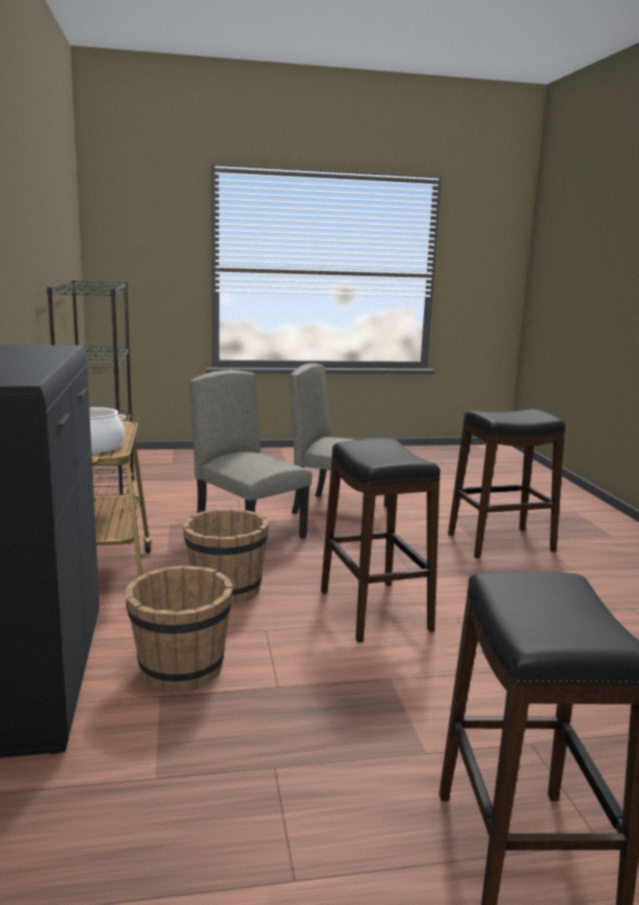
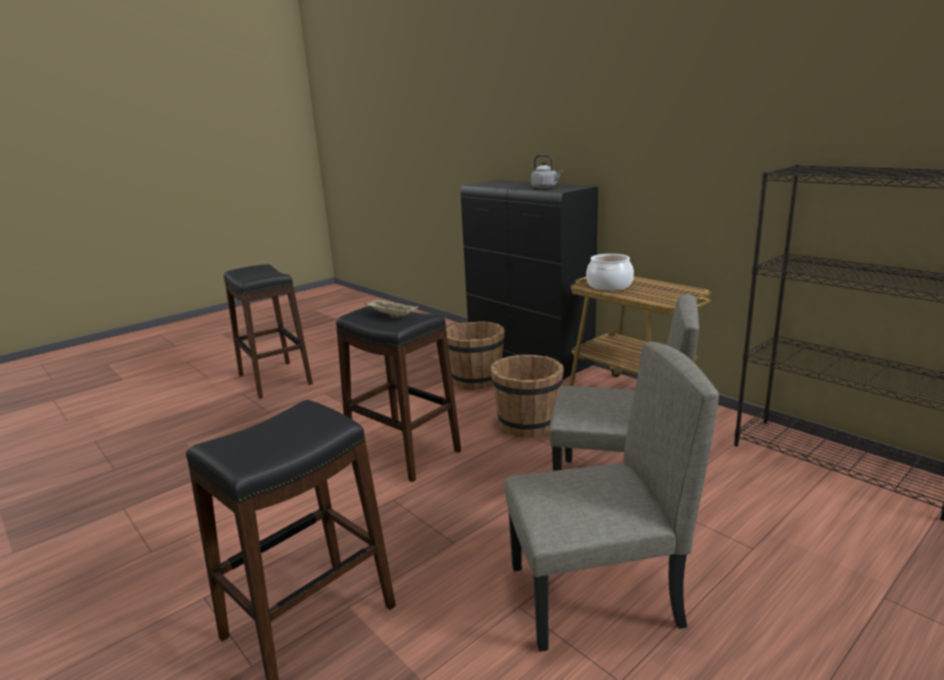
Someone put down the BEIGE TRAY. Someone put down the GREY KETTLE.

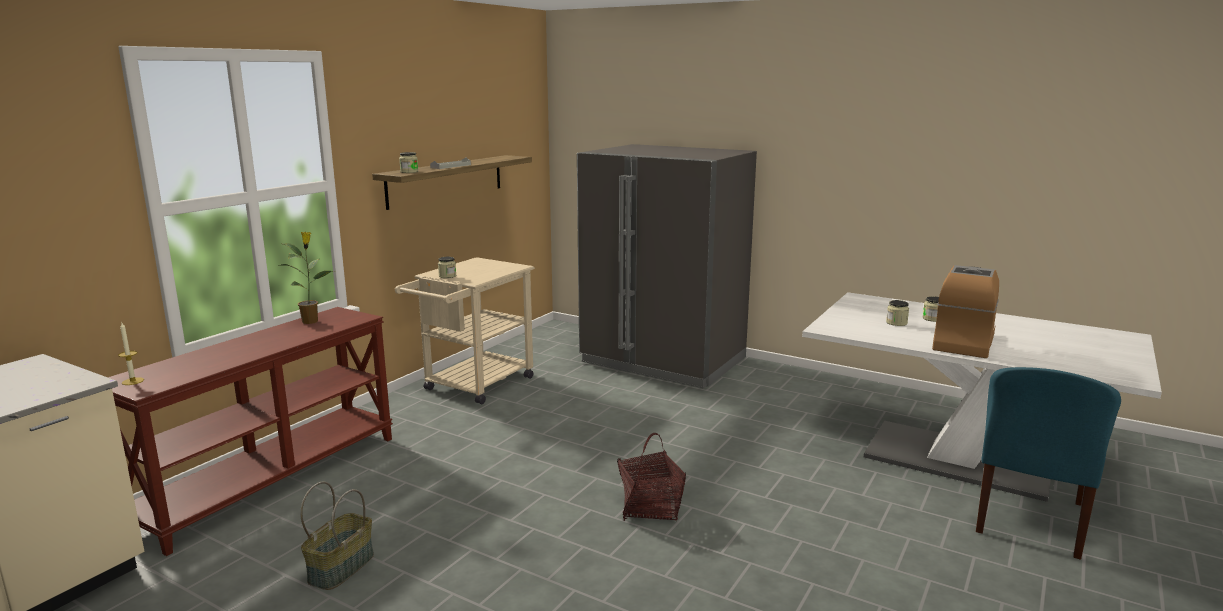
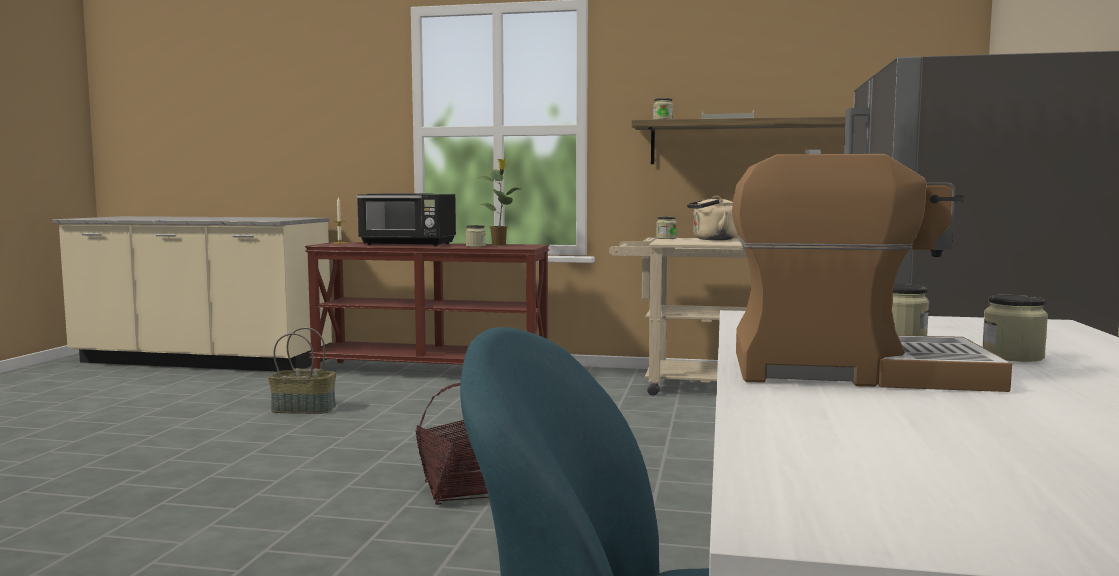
Someone put down the BLACK MICROWAVE. Someone put down the JAR (1st from left). Someone put down the BEIGE KETTLE.

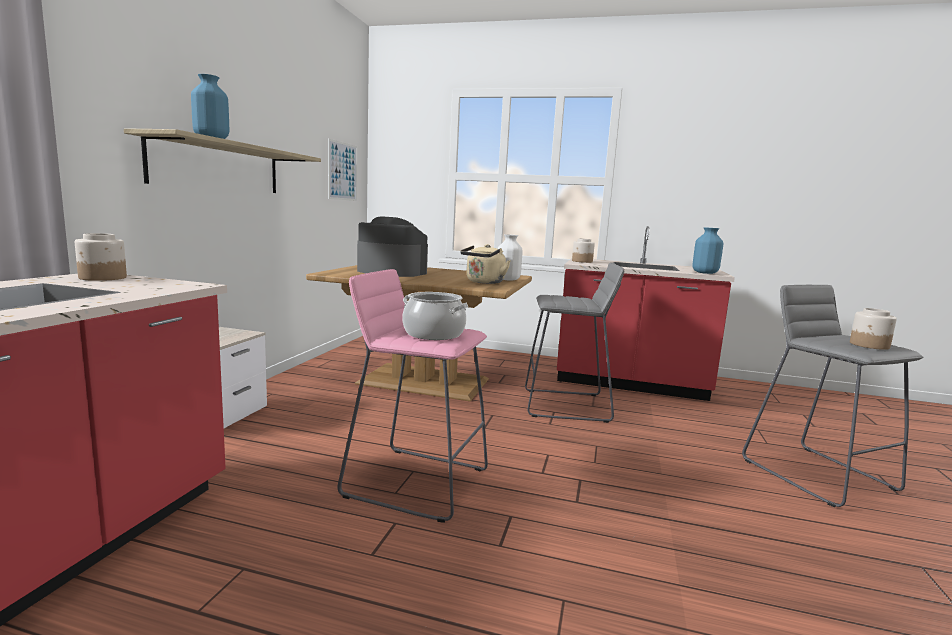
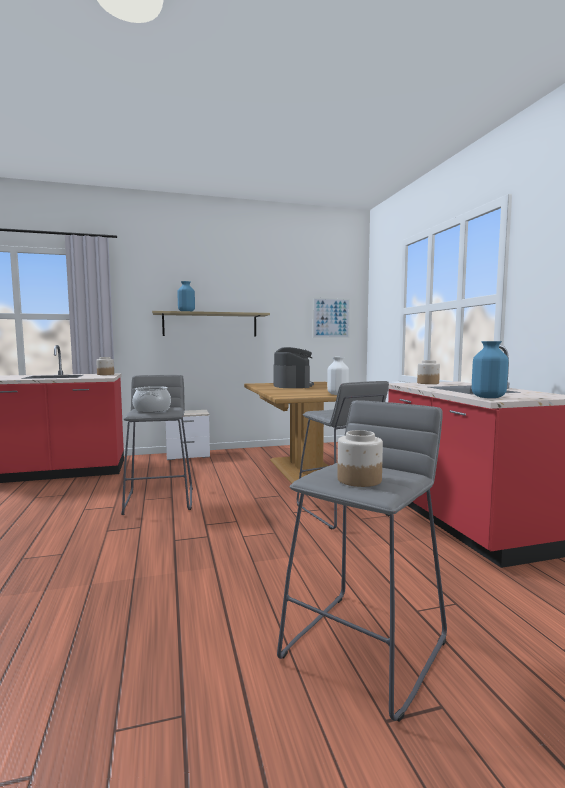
Someone repainted the PINK STOOL, which became the GREY STOOL (1st from left). Someone took away the BEIGE KETTLE.

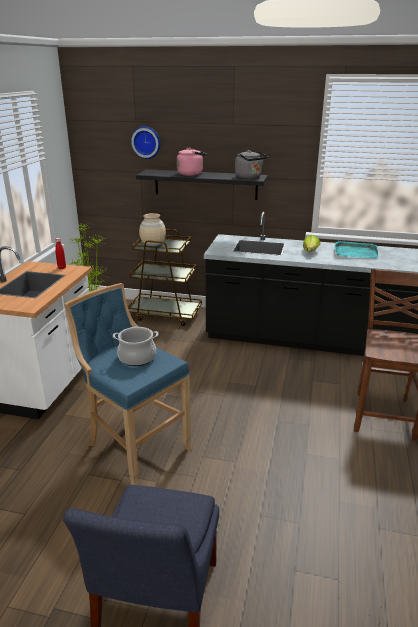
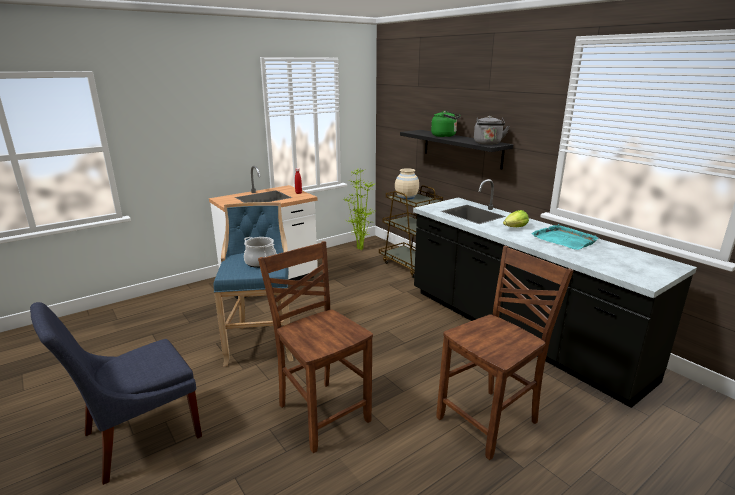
Someone put down the BROWN CHAIR (1st from left). Someone repainted the PINK KETTLE, which became the GREEN KETTLE. Someone took away the WALL CLOCK.

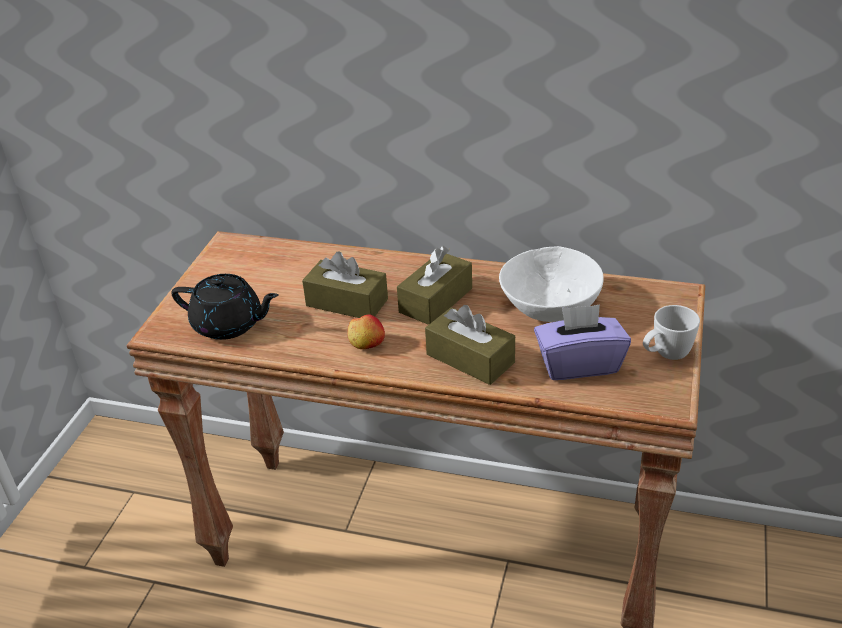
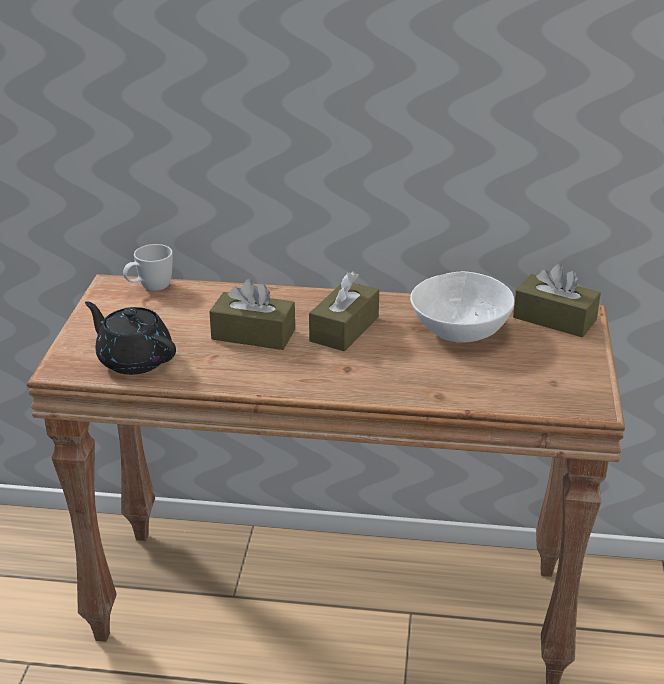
Someone rotated the BLACK TEAPOT by 150 degrees counterclockwise. Someone carried the WHITE MUG. Someone carried the BROWN TISSUE BOX (3rd from left). Someone took away the APPLE. Someone took away the PURPLE TISSUE BOX.

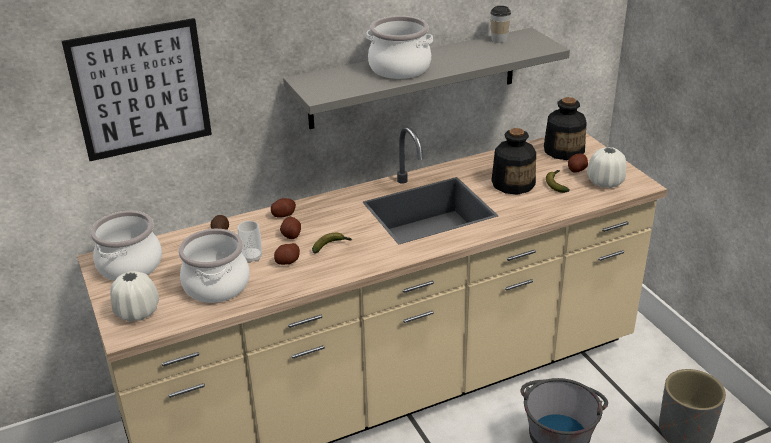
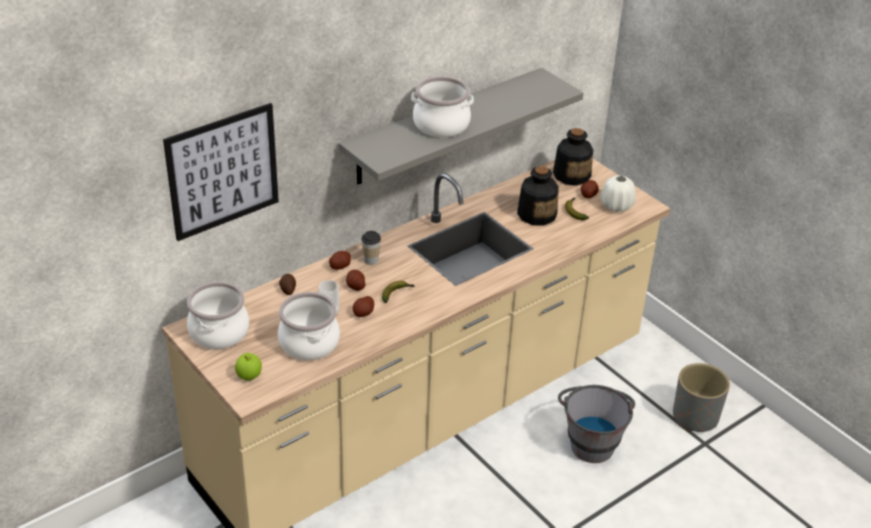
Someone swapped the WHITE VASE (1st from left) for the APPLE. Someone carried the CUP (2nd from left).

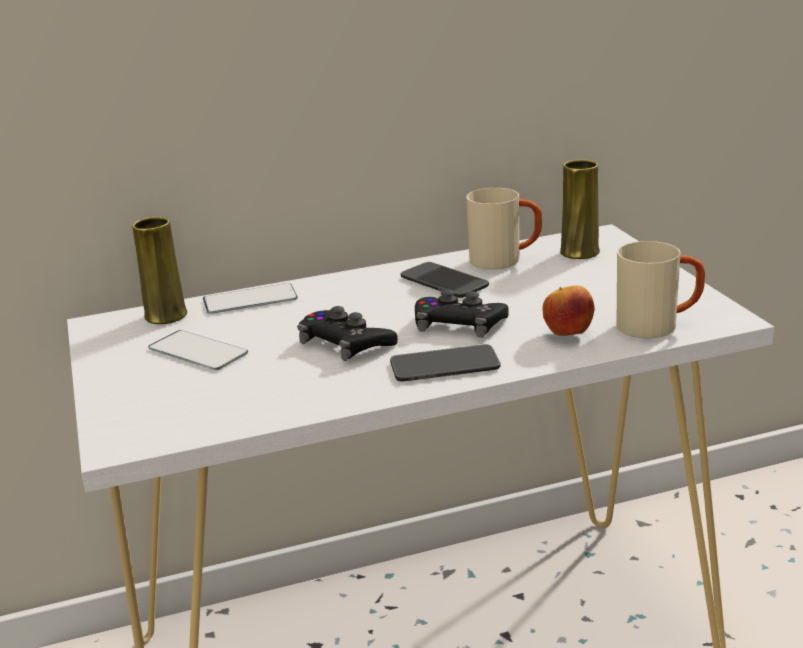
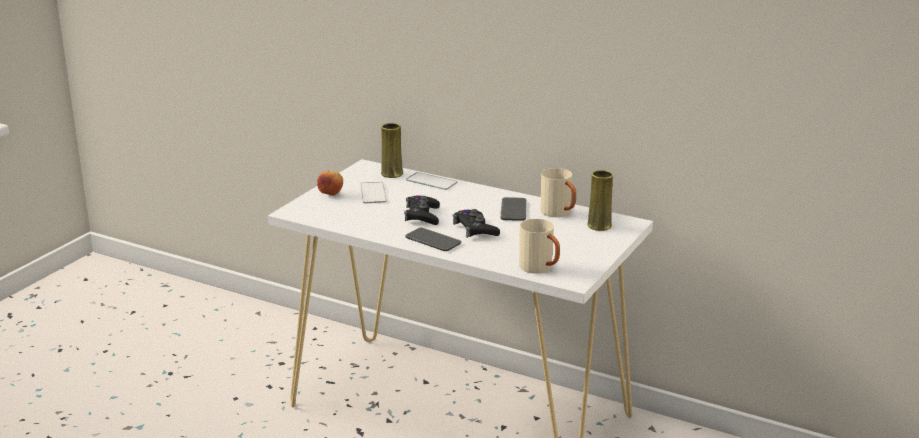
Someone carried the APPLE.

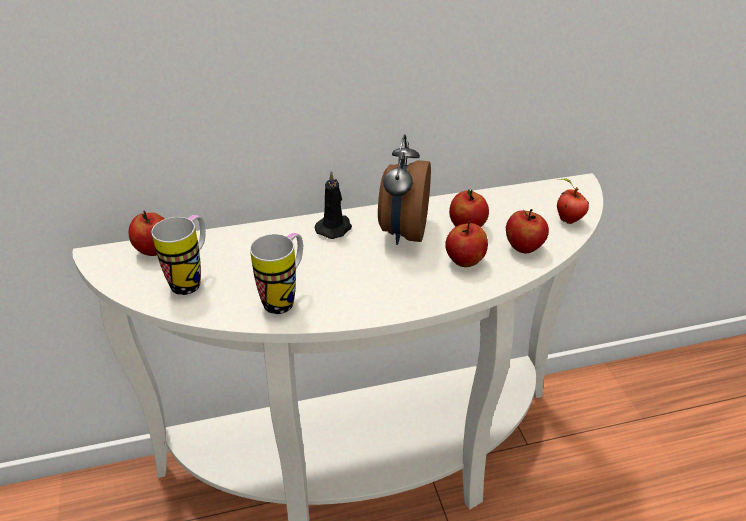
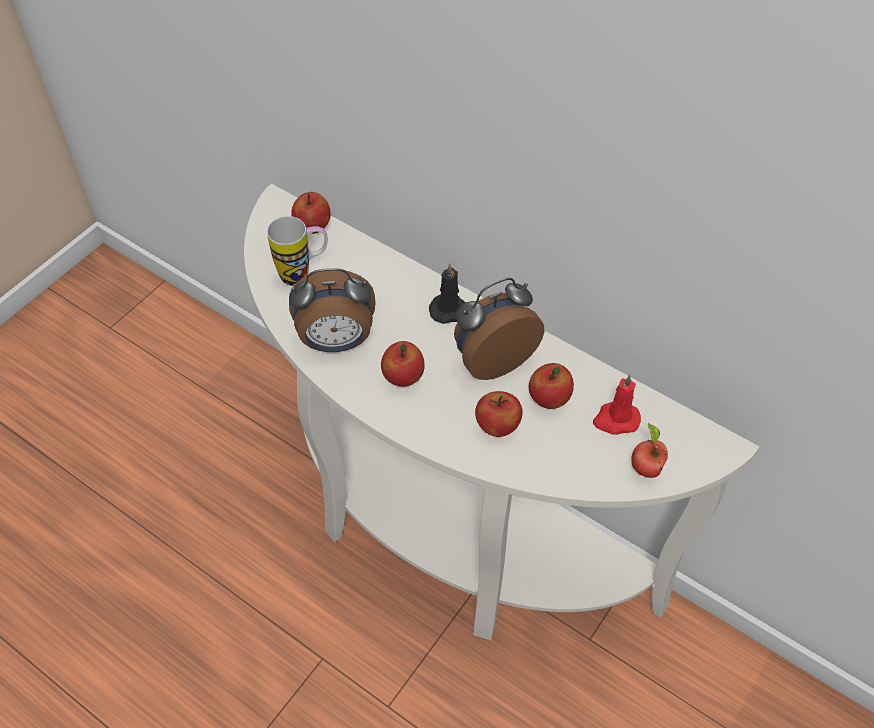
Someone swapped the MUG (2nd from left) for the ALARM CLOCK (1st from left). Someone carried the APPLE (4th from left in the first image). Someone put down the RED CANDLE.

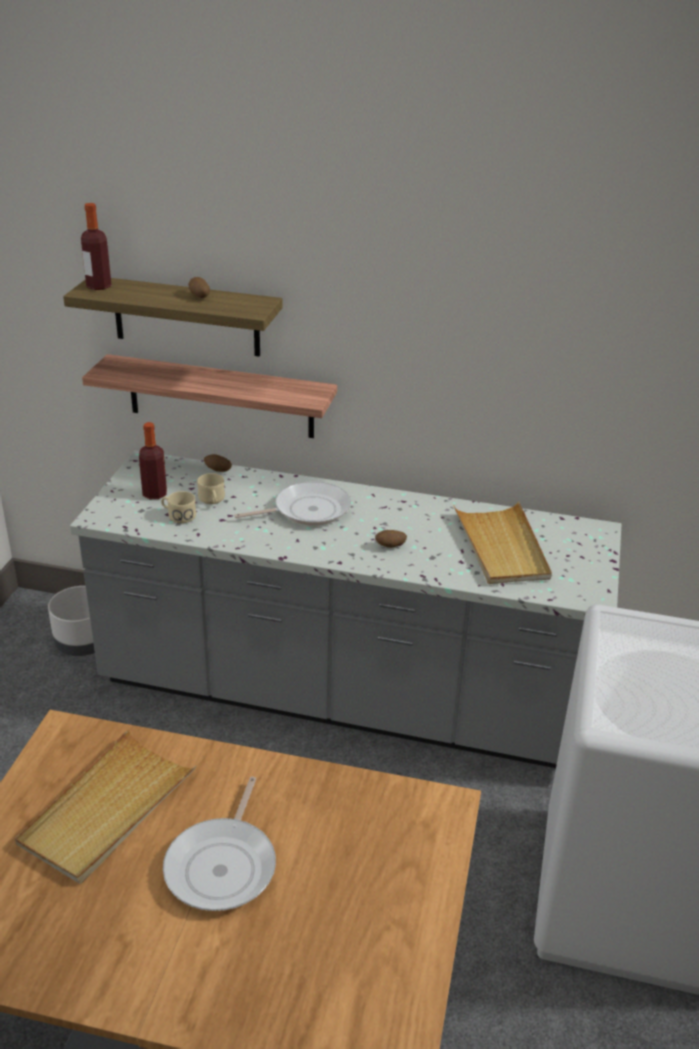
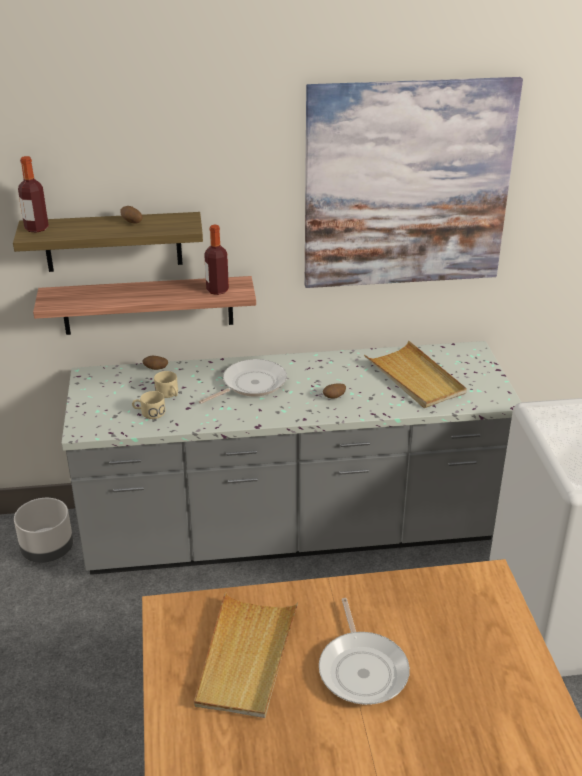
Someone carried the BOTTLE (2nd from left). Someone put up the PICTURE.

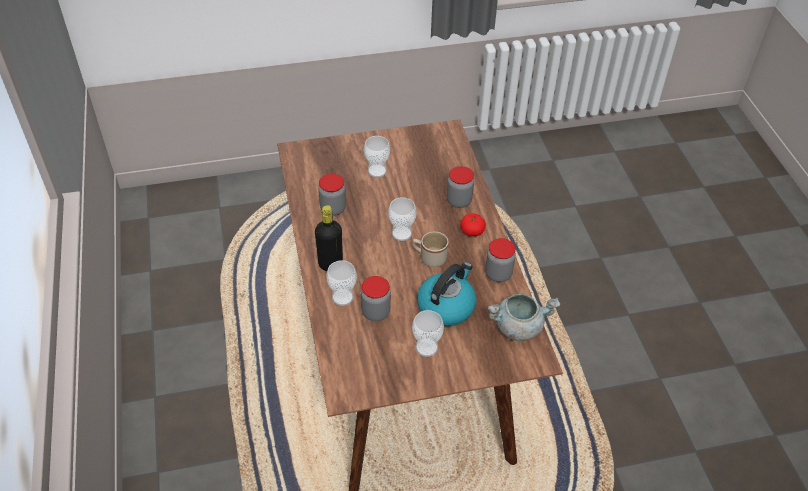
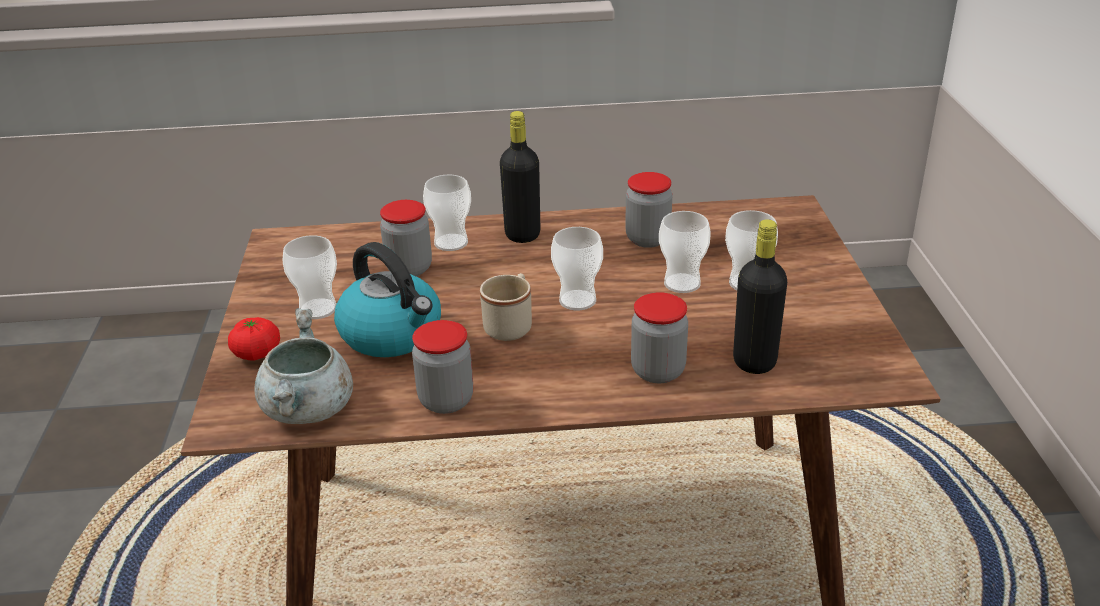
Someone carried the TOMATO. Someone put down the CUP (4th from left). Someone put down the BLACK BOTTLE (2nd from left).

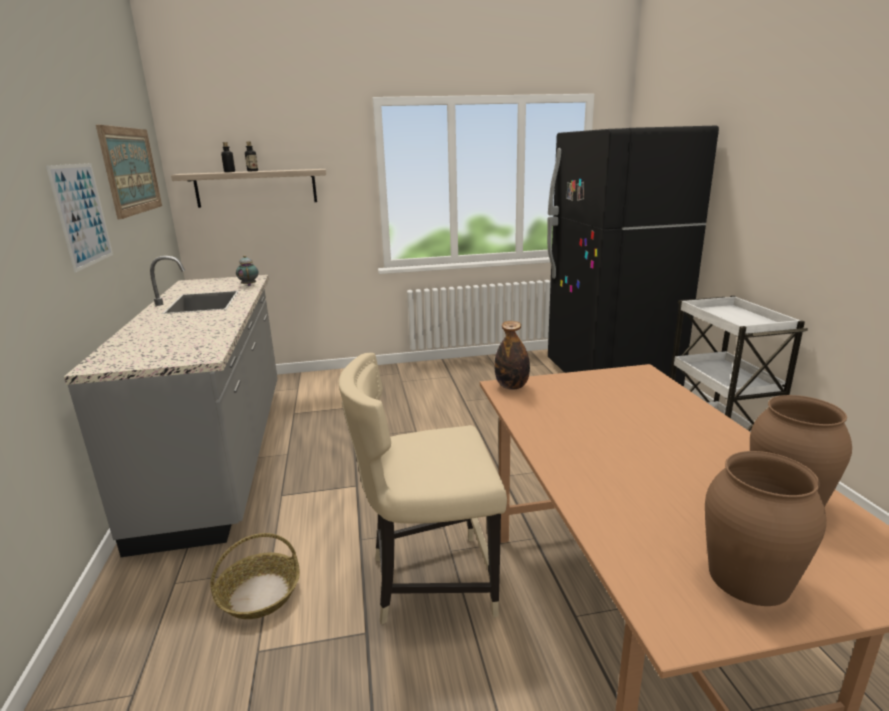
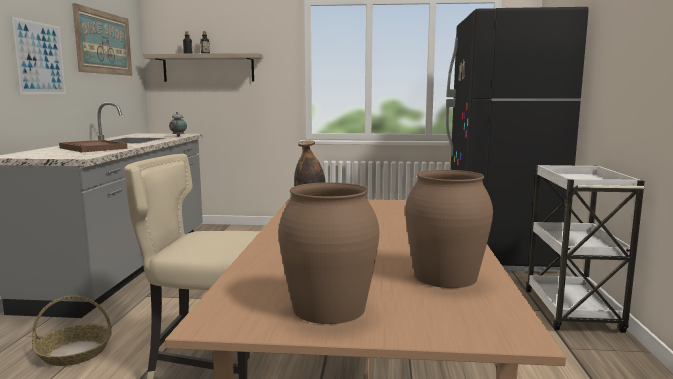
Someone put down the BROWN TRAY.

